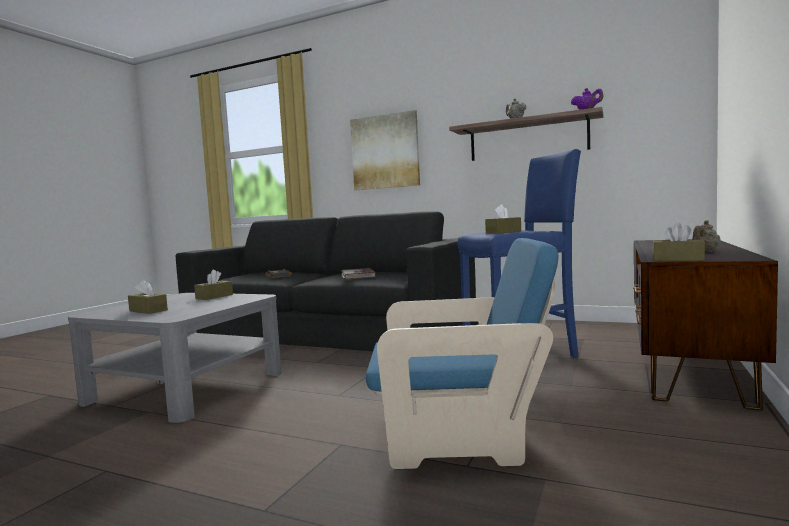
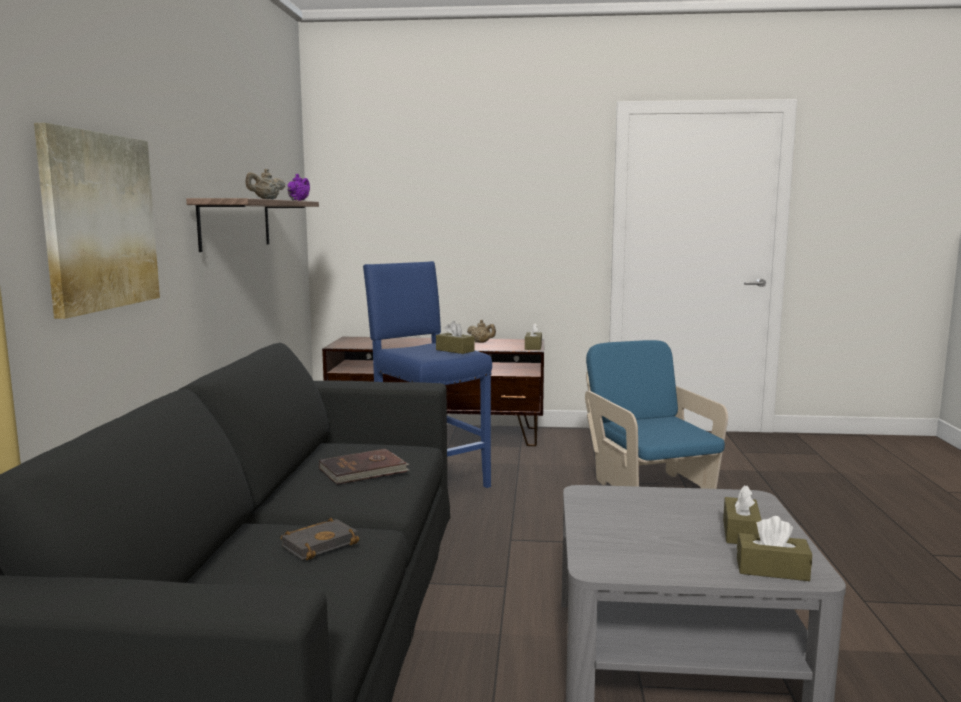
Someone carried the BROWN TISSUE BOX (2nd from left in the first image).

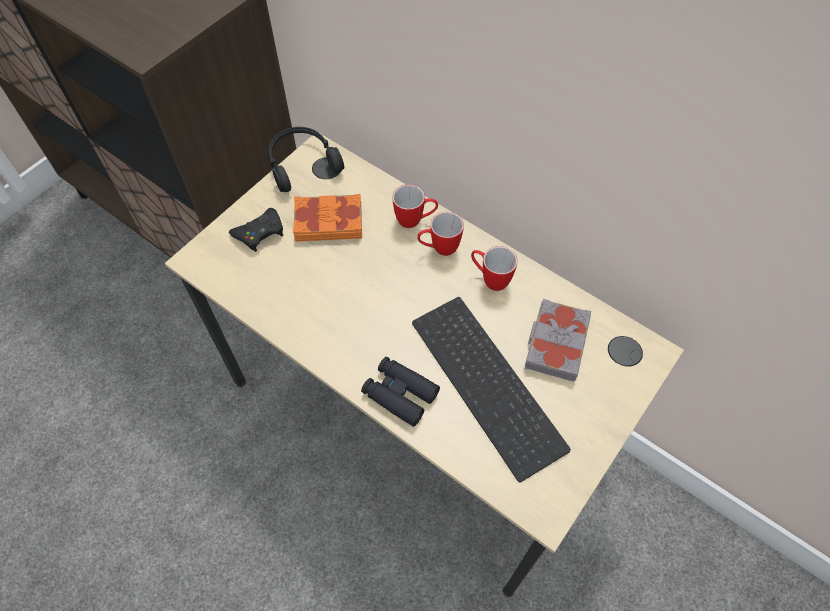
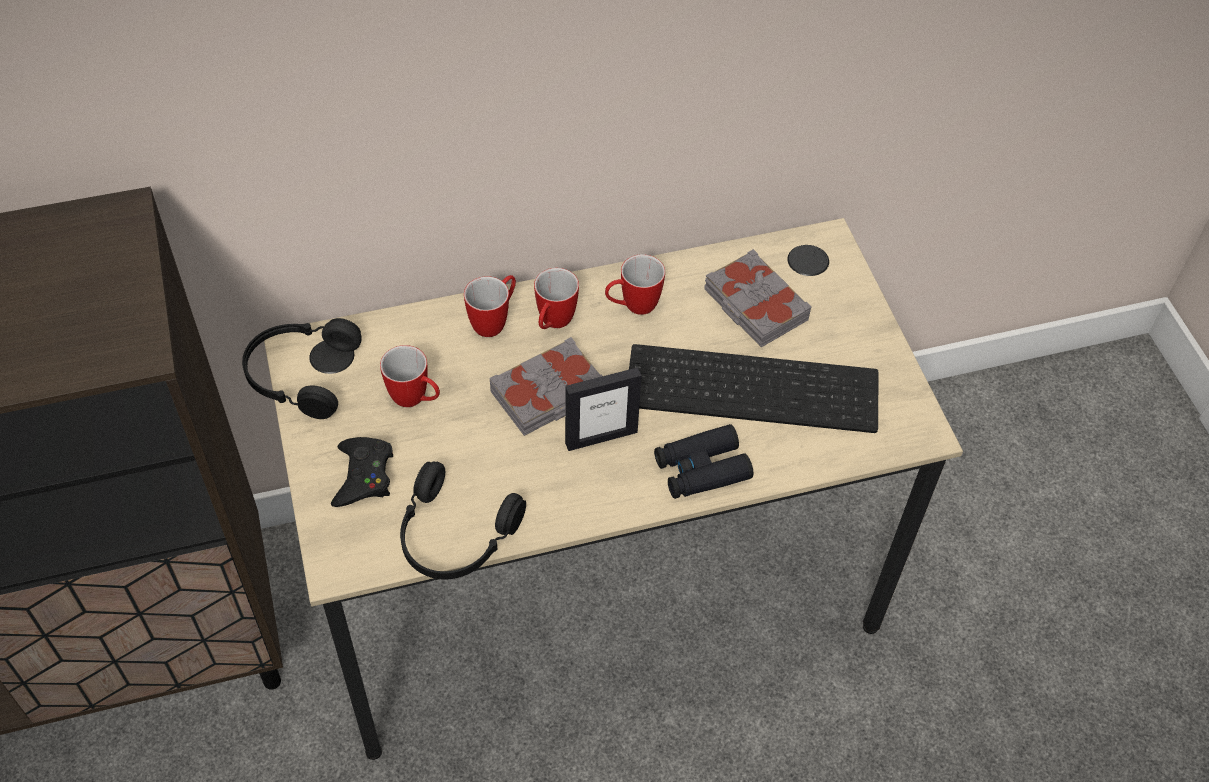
Someone swapped the ORANGE BOOK for the MUG (1st from left). Someone put down the BLACK HEADPHONES (2nd from left). Someone put down the GREY BOOK (1st from left). Someone put down the PICTURE FRAME.

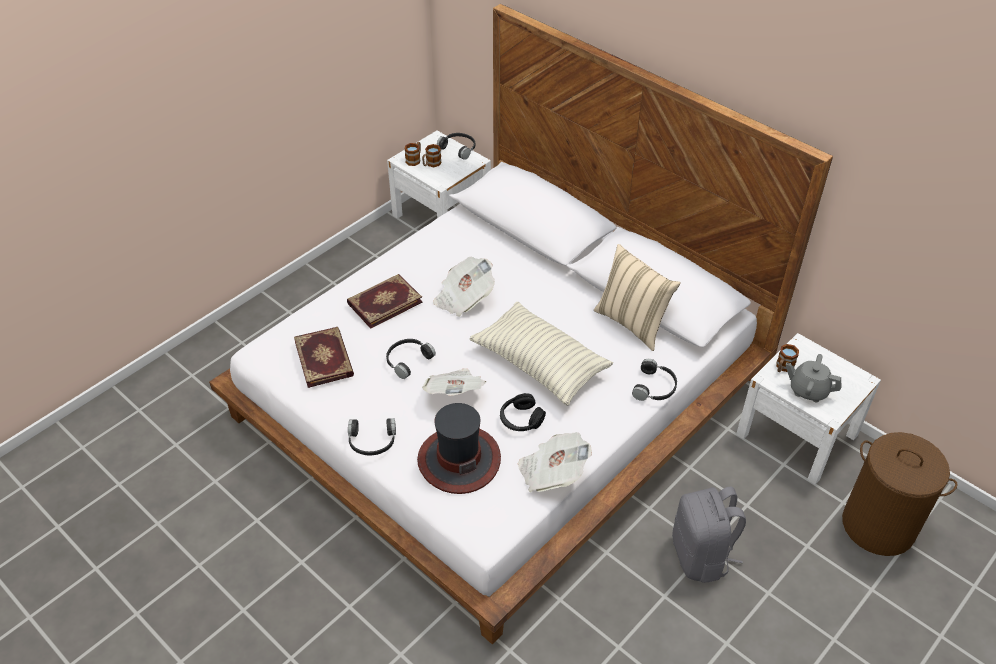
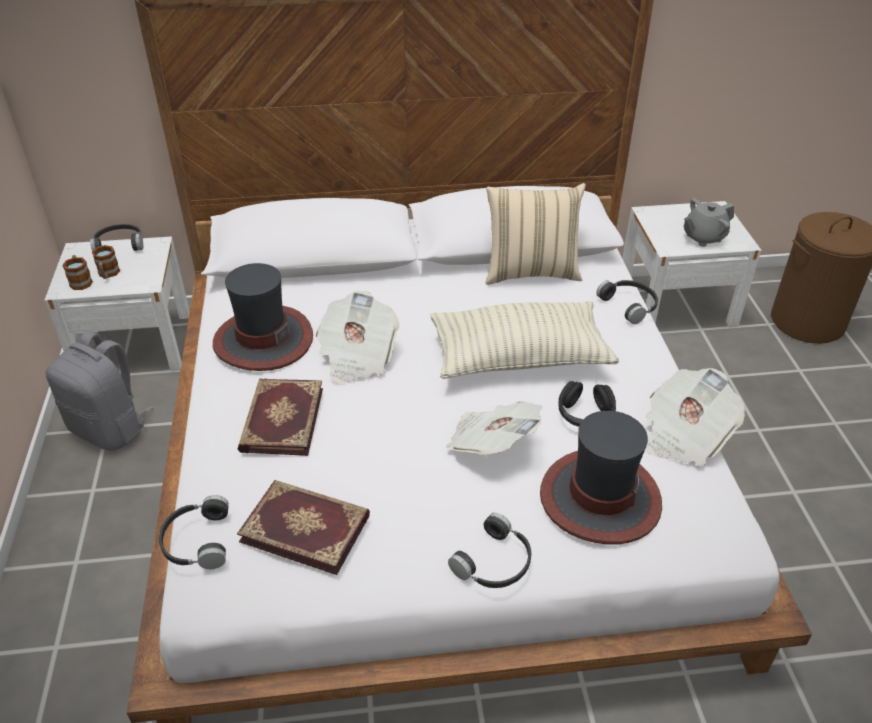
Someone carried the GREY BACKPACK. Someone carried the BLACK HEADPHONES (2nd from left). Someone put down the HAT (1st from left). Someone took away the MUG (3rd from left).

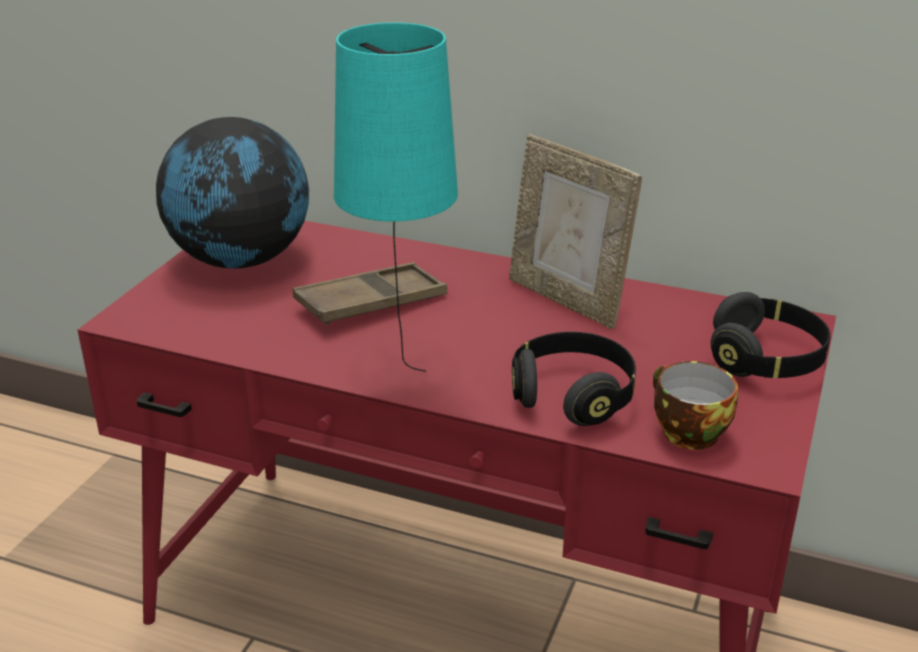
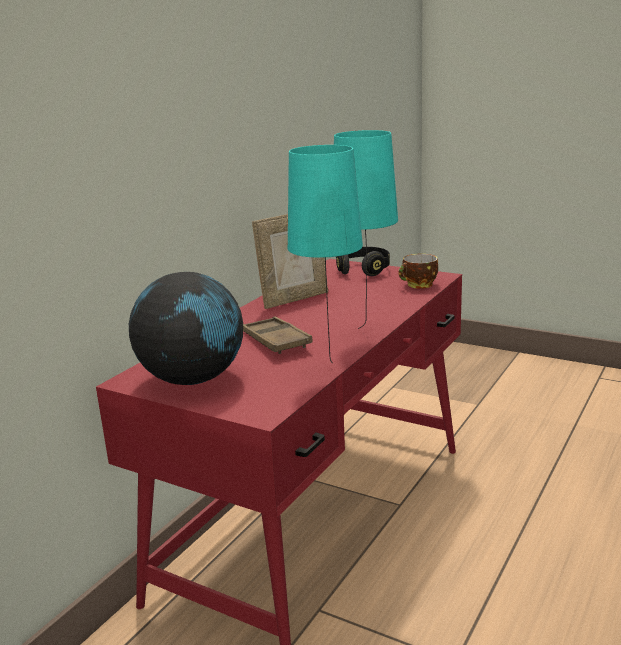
Someone put down the TURQUOISE TABLE LAMP (1st from left). Someone took away the BLACK HEADPHONES (1st from left).

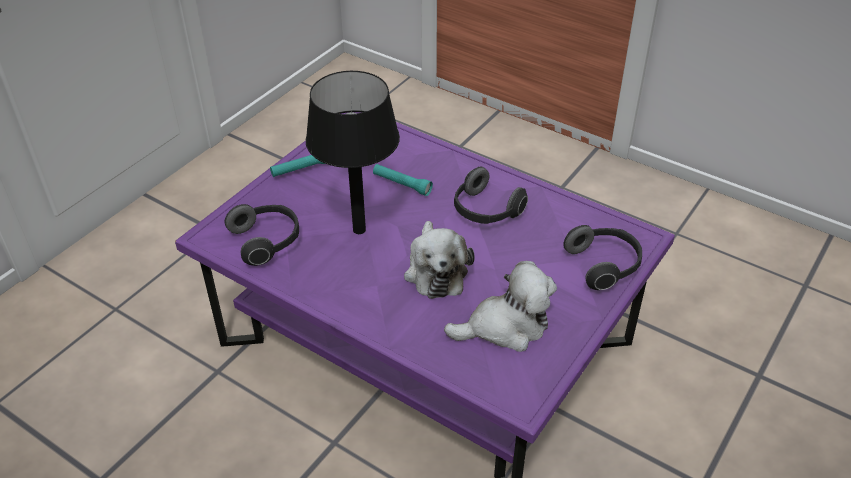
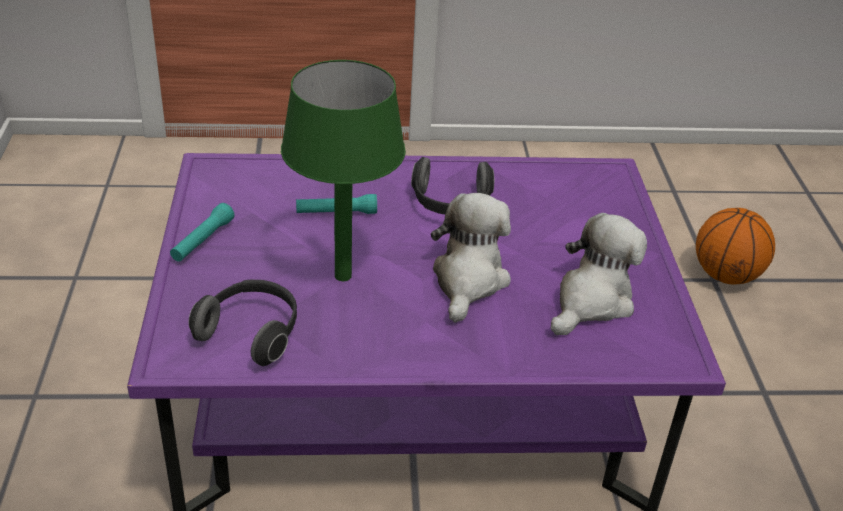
Someone repainted the BLACK TABLE LAMP, which became the GREEN TABLE LAMP. Someone rotated the PLUSH TOY (1st from left) by 120 degrees counterclockwise. Someone put down the BASKETBALL. Someone took away the HEADPHONES (3rd from left).

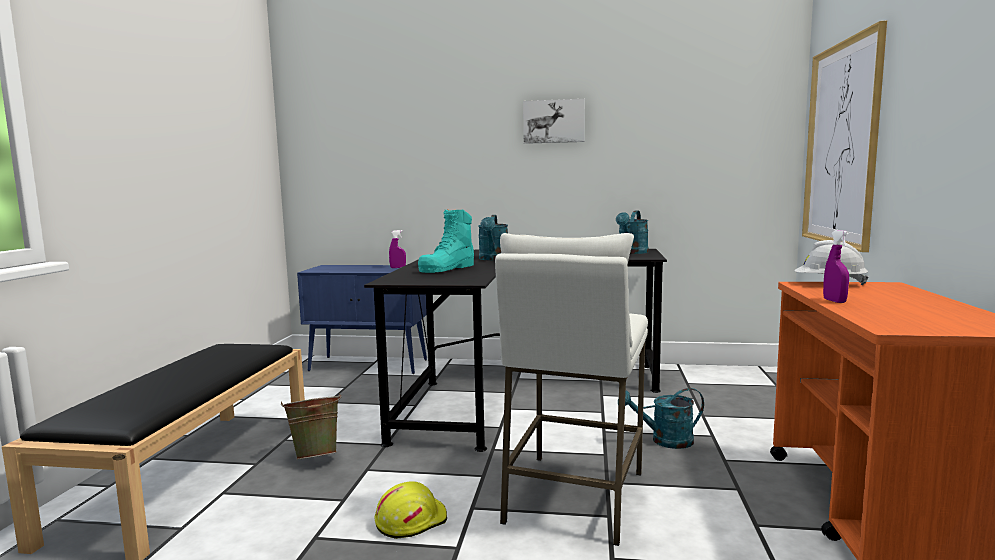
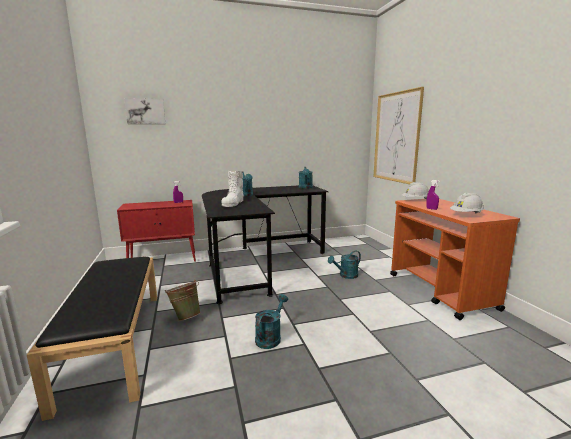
Someone repainted the BLUE CABINET, which became the RED CABINET. Someone carried the PICTURE (1st from left). Someone repainted the TURQUOISE BOOT, which became the WHITE BOOT. Someone swapped the YELLOW HARD HAT for the TURQUOISE WATERING CAN (2nd from left). Someone put down the WHITE HARD HAT (2nd from left). Someone took away the WHITE STOOL.

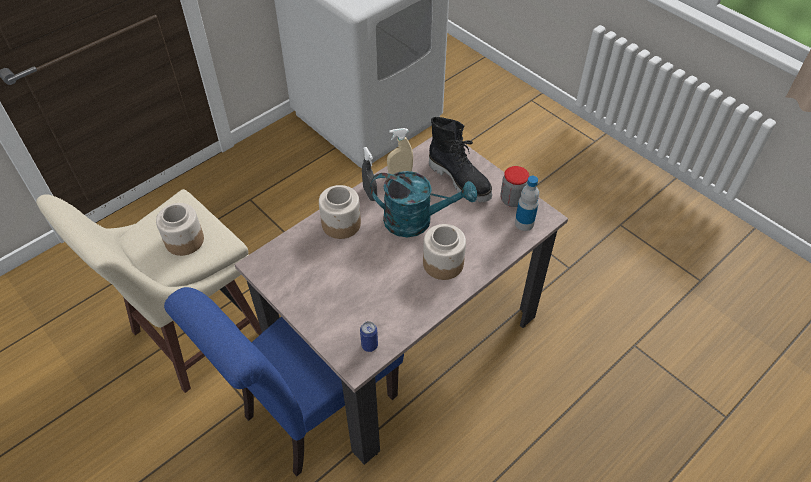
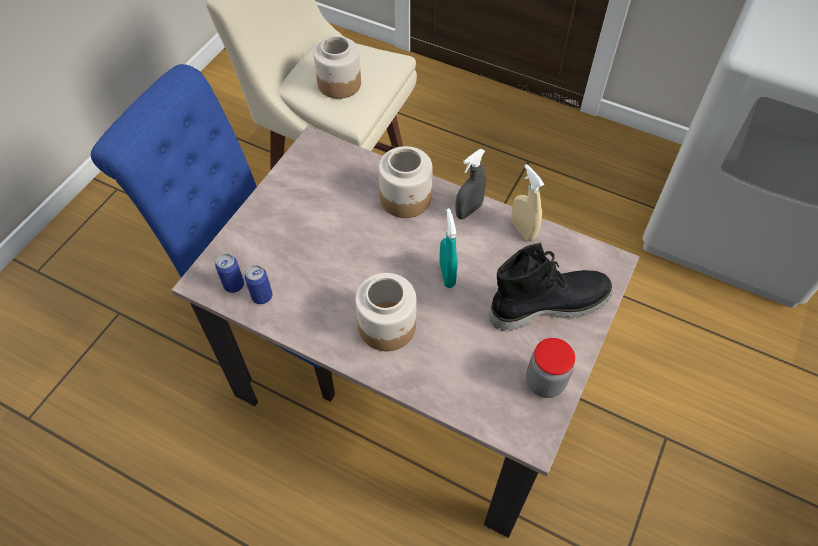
Someone put down the CAN (2nd from left). Someone swapped the TURQUOISE WATERING CAN for the TURQUOISE SPRAY BOTTLE. Someone rotated the BLACK BOOT by 135 degrees counterclockwise. Someone took away the BOTTLE.

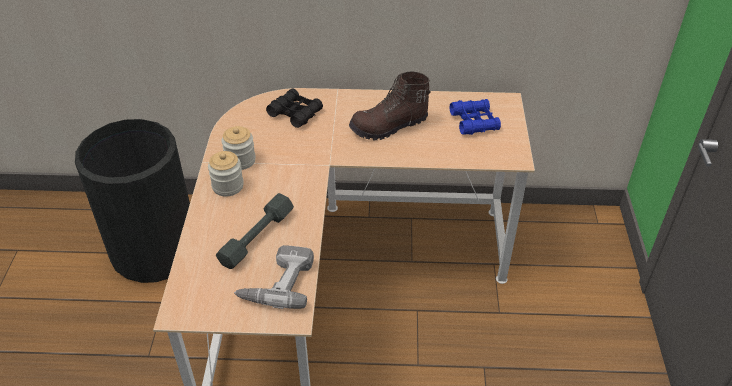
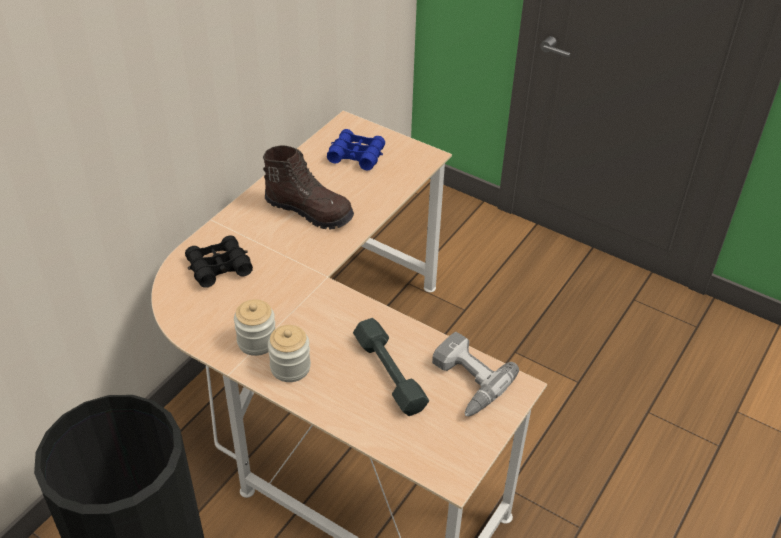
Someone rotated the BROWN BOOT by 75 degrees counterclockwise.

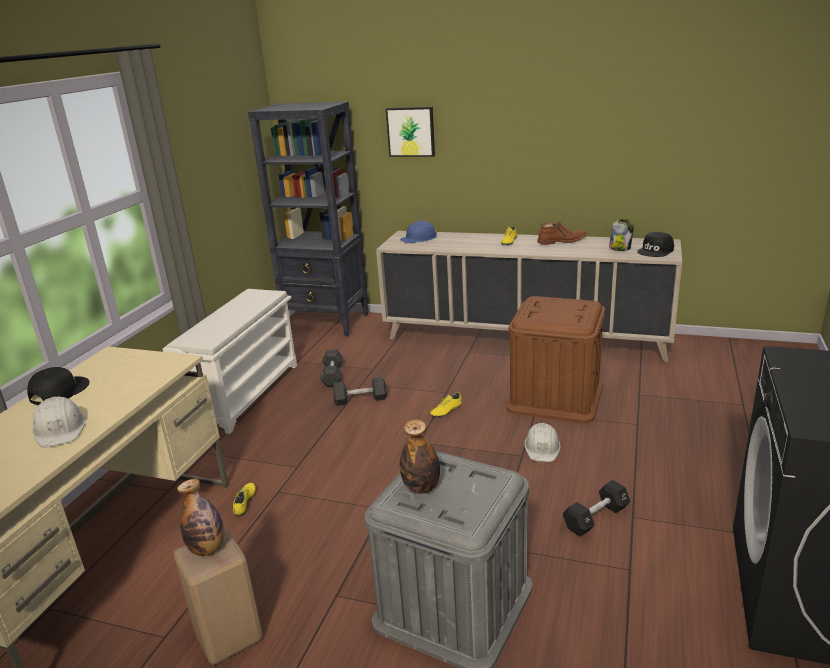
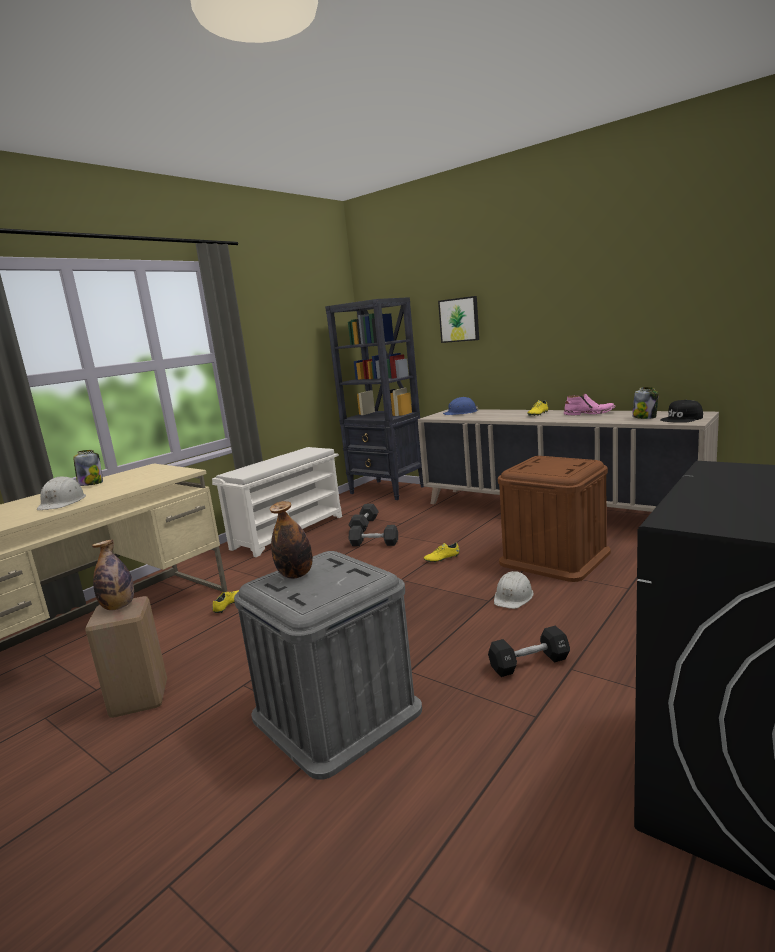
Someone swapped the BLACK CAP (1st from left) for the JAR (1st from left). Someone repainted the BROWN BOOT, which became the PINK BOOT.

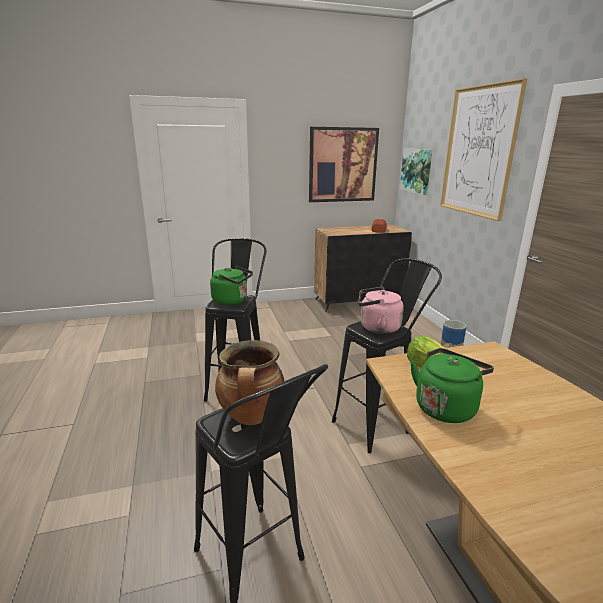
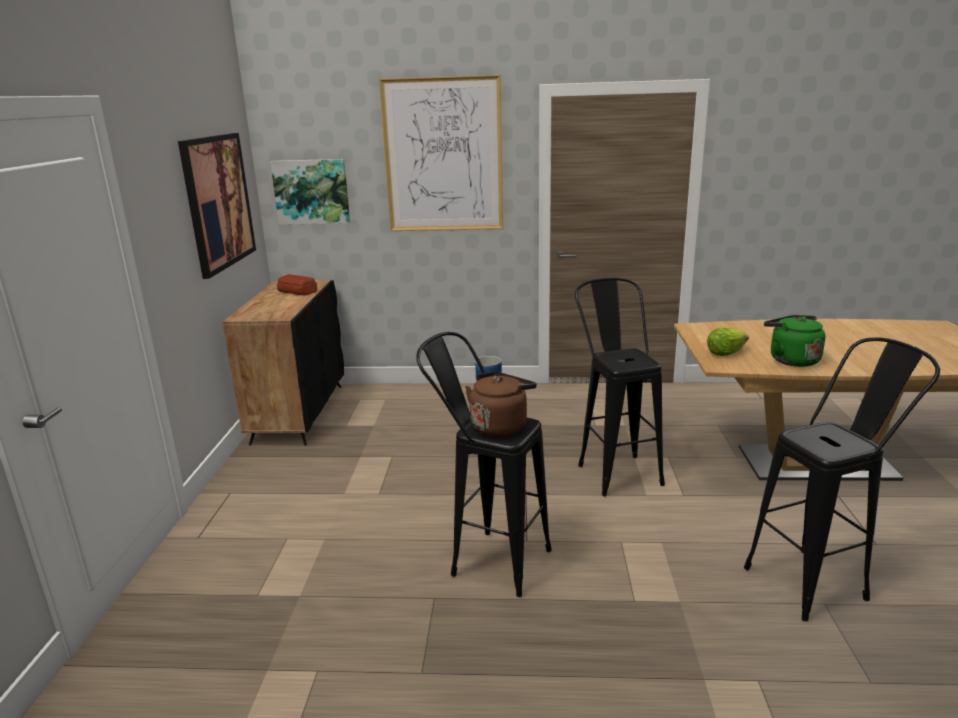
Someone repainted the GREEN KETTLE (1st from left), which became the BROWN KETTLE. Someone took away the COOKING POT. Someone took away the PINK KETTLE.

